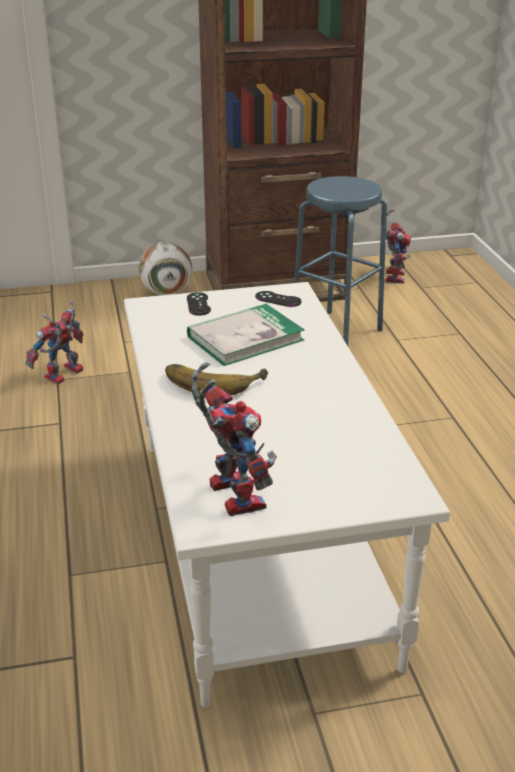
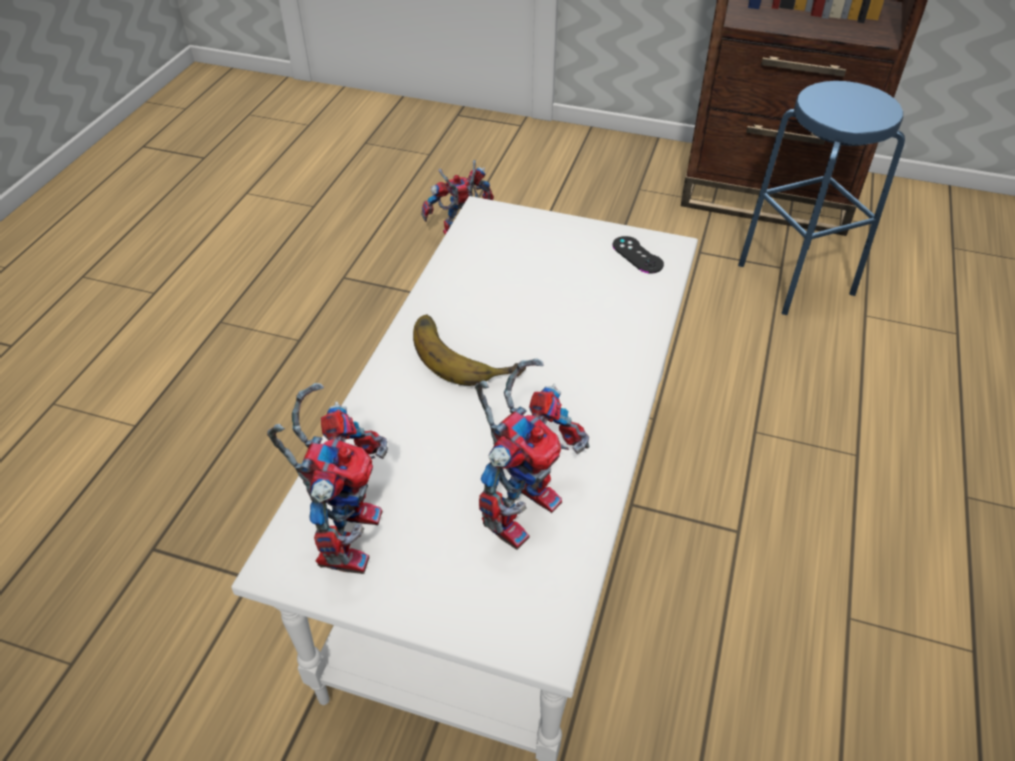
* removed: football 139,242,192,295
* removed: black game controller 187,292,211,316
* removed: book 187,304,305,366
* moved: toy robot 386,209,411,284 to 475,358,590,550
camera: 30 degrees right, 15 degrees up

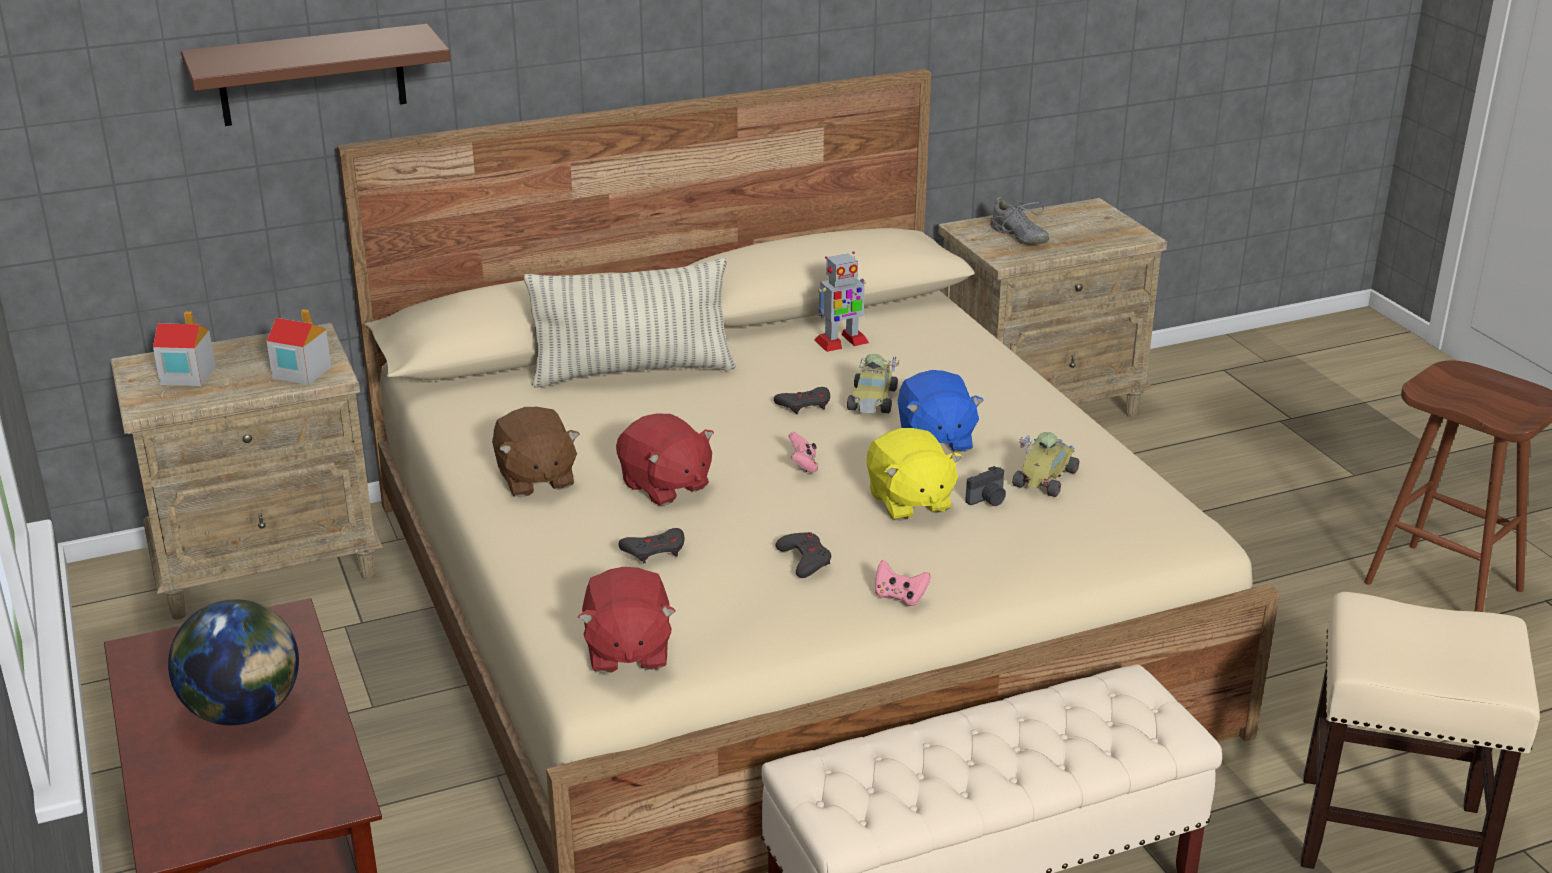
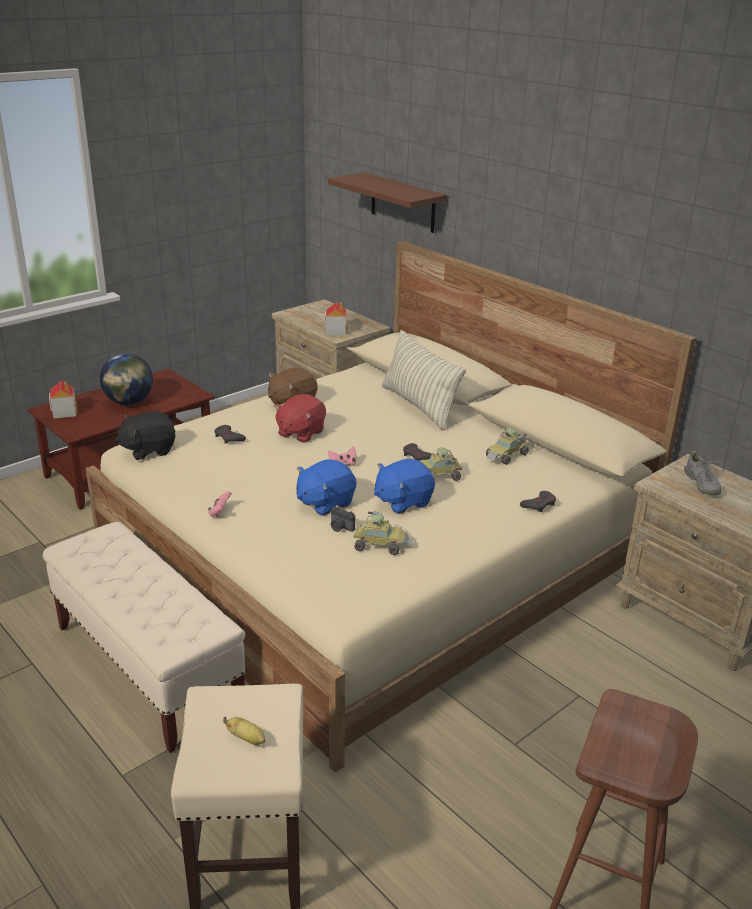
* moved: toy house 153,311,215,386 to 49,381,78,419
* recoloured: red plush toy 578,567,676,673 to black plush toy 115,411,175,460
* moved: grey game controller 776,532,831,578 to 520,491,556,513
* replaced: toy robot 814,251,869,352 to toy car 486,428,529,465
* recoloured: yellow plush toy 866,428,962,521 to blue plush toy 296,459,356,516
* turned: grey shoe 990,197,1049,245 = 684,451,726,495 45 degrees counterclockwise
* added: banana 223,716,265,745
camera: 70 degrees right, 0 degrees up

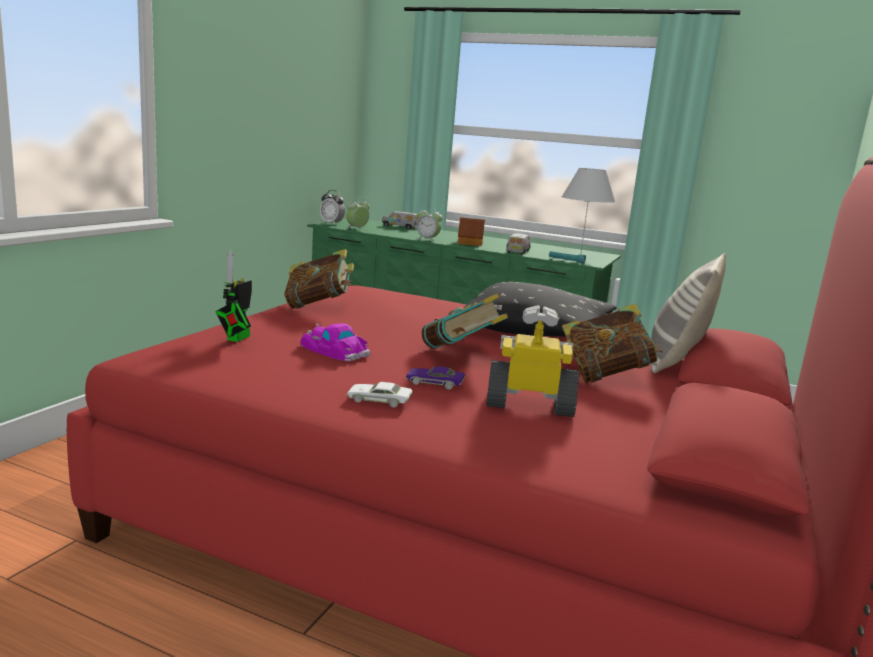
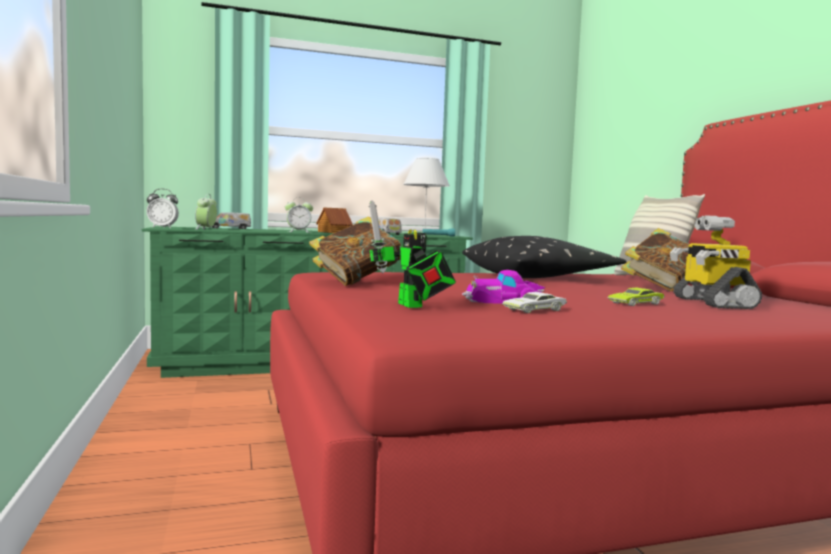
* moved: white toy car 347,382,413,408 to 502,292,567,313
* recoloured: purple toy car 406,366,466,390 to green toy car 608,287,665,306
* removed: book 422,294,508,349
* turned: toy robot 486,305,579,417 = 670,215,762,309 60 degrees counterclockwise
camera: 40 degrees left, 10 degrees down

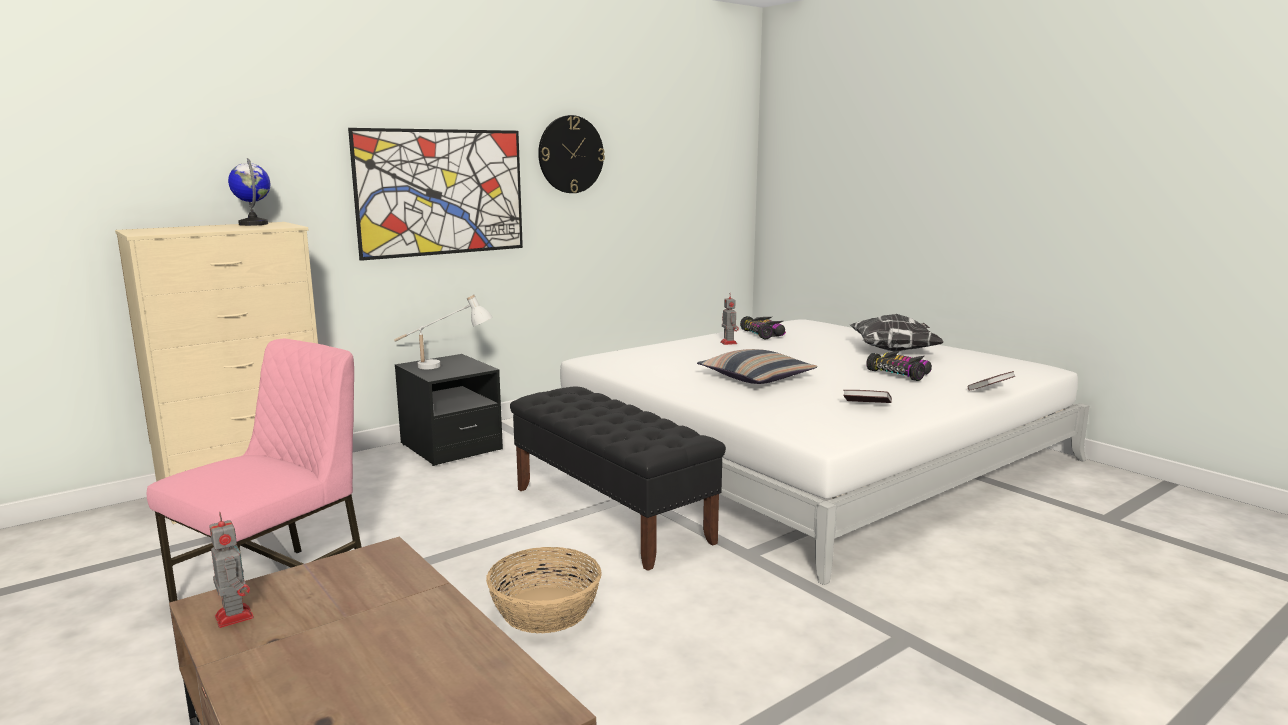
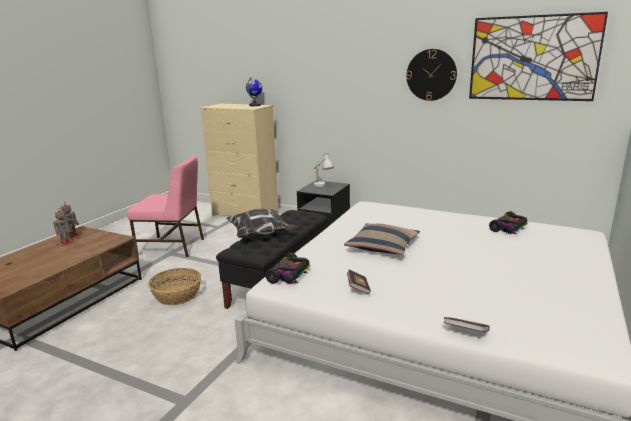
* moved: picture 348,128,523,261 to 469,12,608,101
* moved: toy robot 720,293,739,345 to 53,211,73,245
* moved: pillow 850,314,944,351 to 226,209,297,238
* moved: toy car 866,351,932,381 to 265,253,311,284
camera: 65 degrees right, 5 degrees up

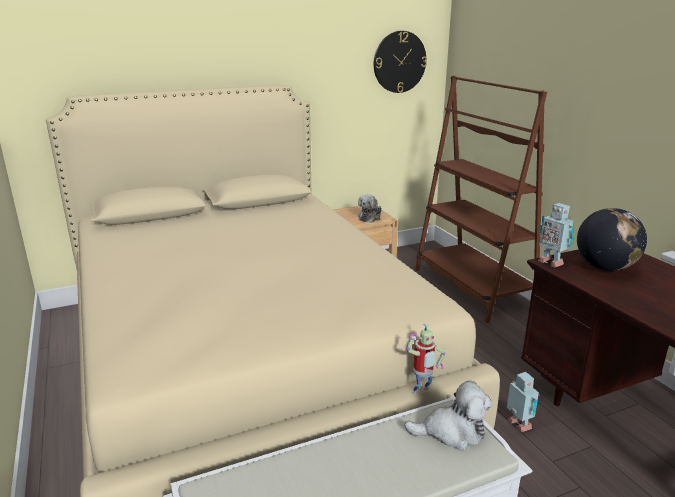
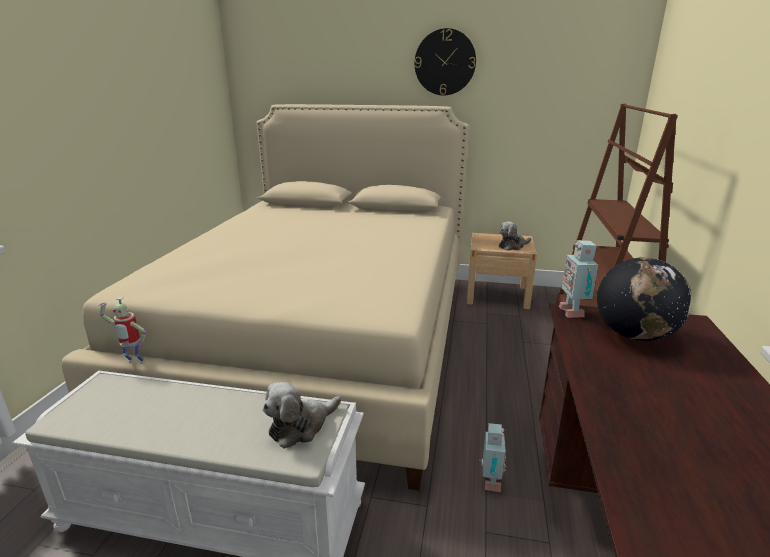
* moved: wall clock 374,31,427,93 to 415,28,476,96
* turned: plush toy 404,381,492,451 = 263,382,341,449 105 degrees clockwise
* moved: toy robot 406,322,445,394 to 98,297,146,364
camera: 35 degrees right, 0 degrees up

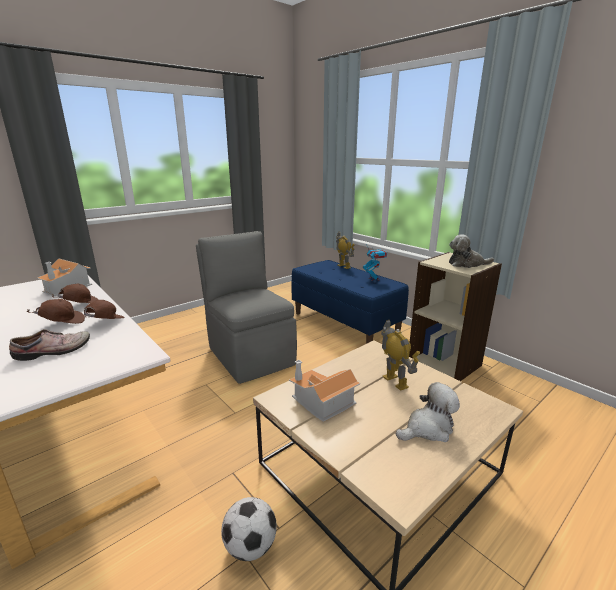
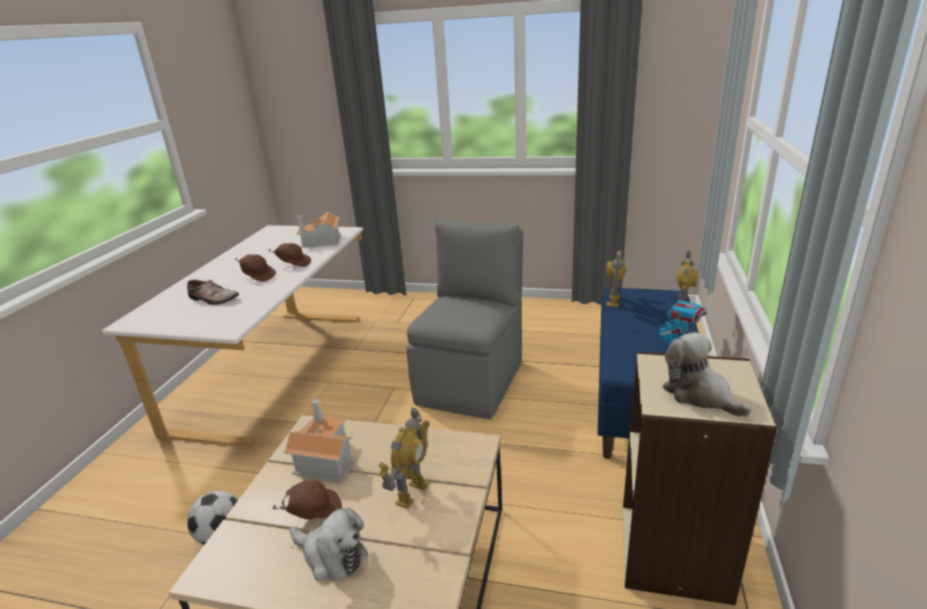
* moved: brown cap 84,300,125,319 to 273,480,342,520
* added: toy robot 606,251,626,307
camera: 55 degrees right, 5 degrees up

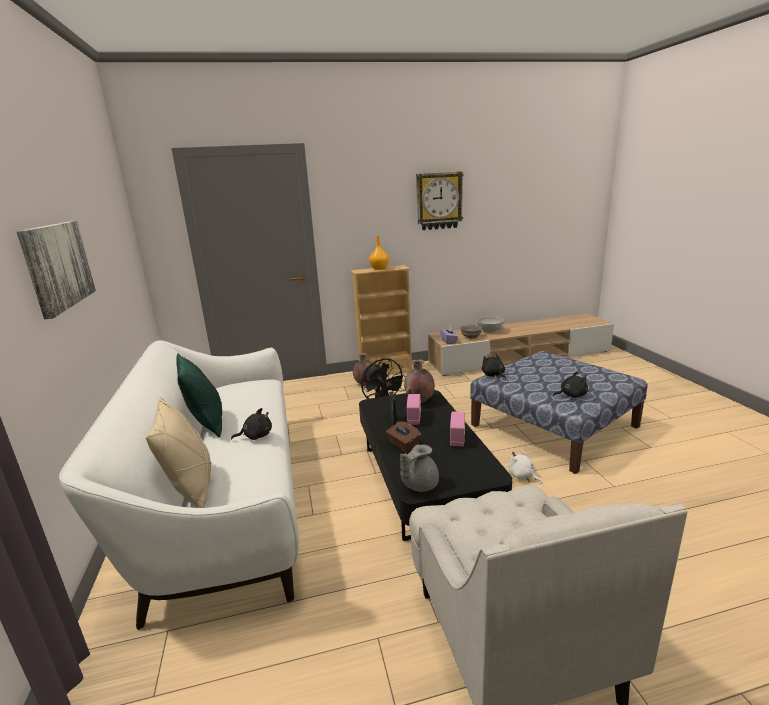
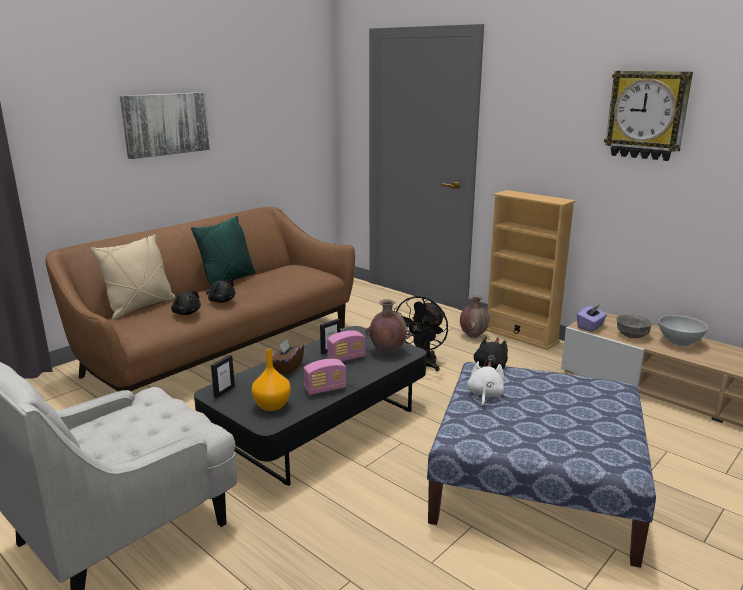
* recoloured: white sofa 59,341,299,630 to brown sofa 45,207,355,391
* moved: orange vase 369,236,389,270 to 252,348,291,411
* replaced: grey teapot 400,444,439,492 to picture frame 211,355,235,398
* moved: white plush toy 508,450,542,484 to 467,361,504,407
* moved: black plush toy 552,371,588,398 to 171,291,201,315
camera: 55 degrees right, 0 degrees up

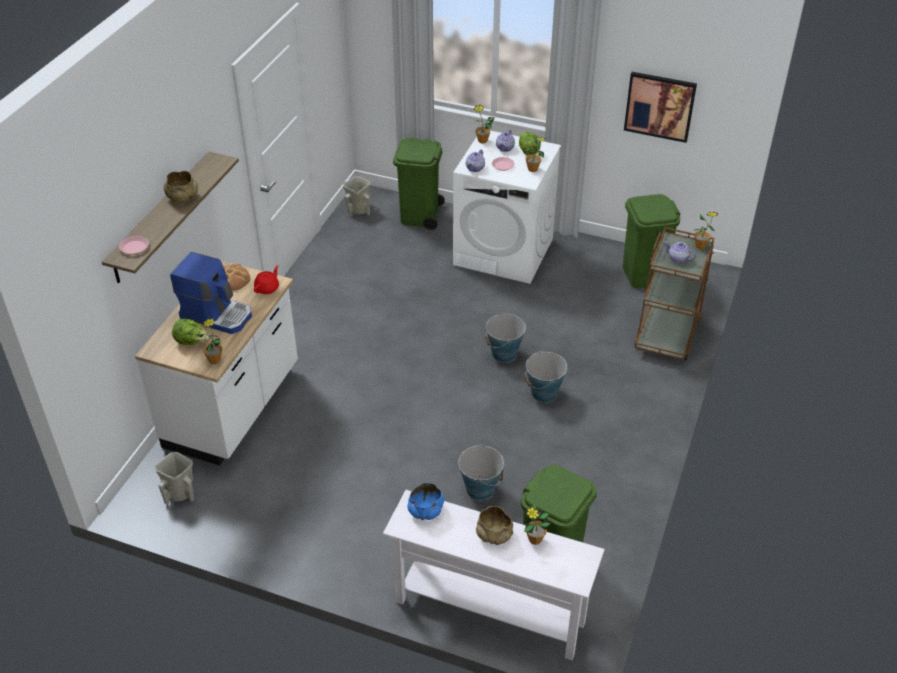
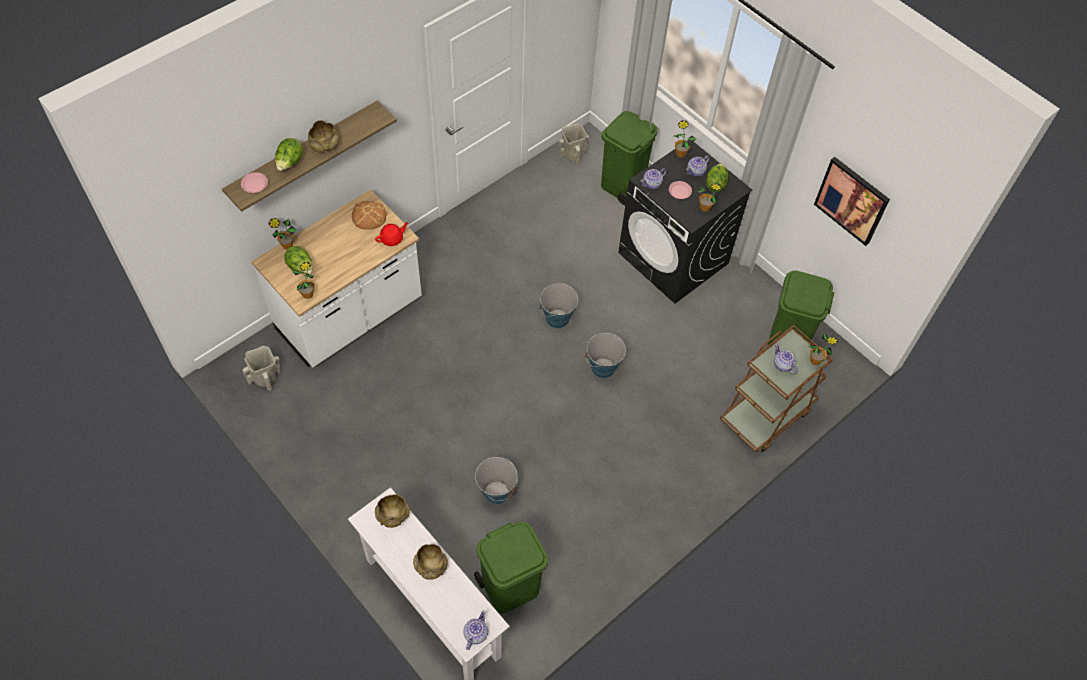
* removed: coffee machine 170,252,252,334
* recoloured: blue bowl 407,483,444,521 to beige bowl 375,494,410,528
* recoloured: white washing machine 453,131,561,284 to black washing machine 618,140,752,304
* moved: potted plant 524,504,550,545 to 268,218,296,250
* moved: bucket 525,351,567,403 to 539,283,578,328
* added: lettuce 275,138,303,171
* added: teapot 463,610,488,650
camera: 25 degrees right, 15 degrees up

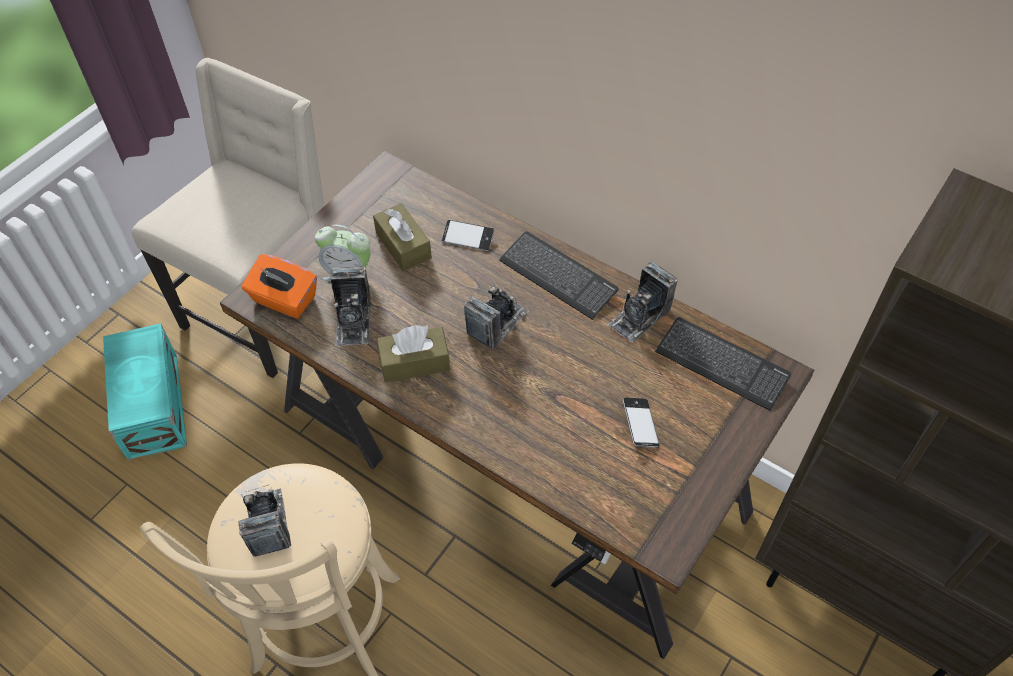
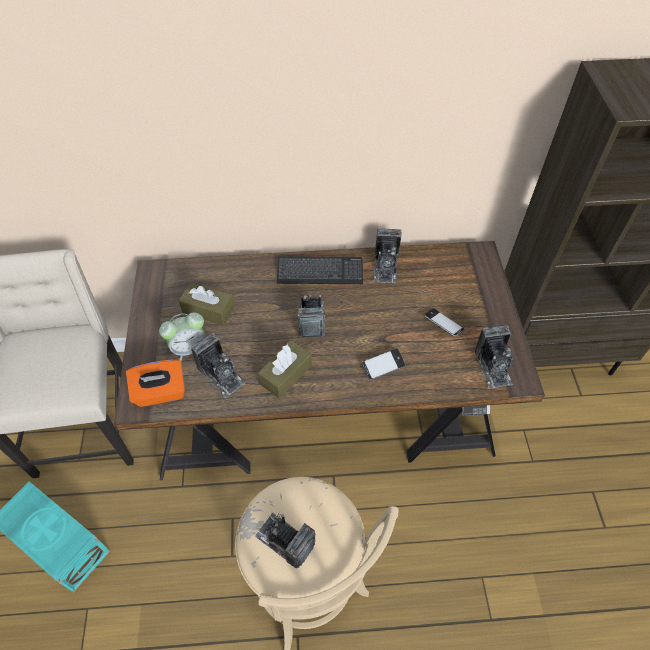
* moved: phone 442,220,494,251 to 362,348,405,380
* removed: keyboard 655,317,791,411
* added: photo camera 475,325,514,389
camera: 40 degrees left, 0 degrees up

